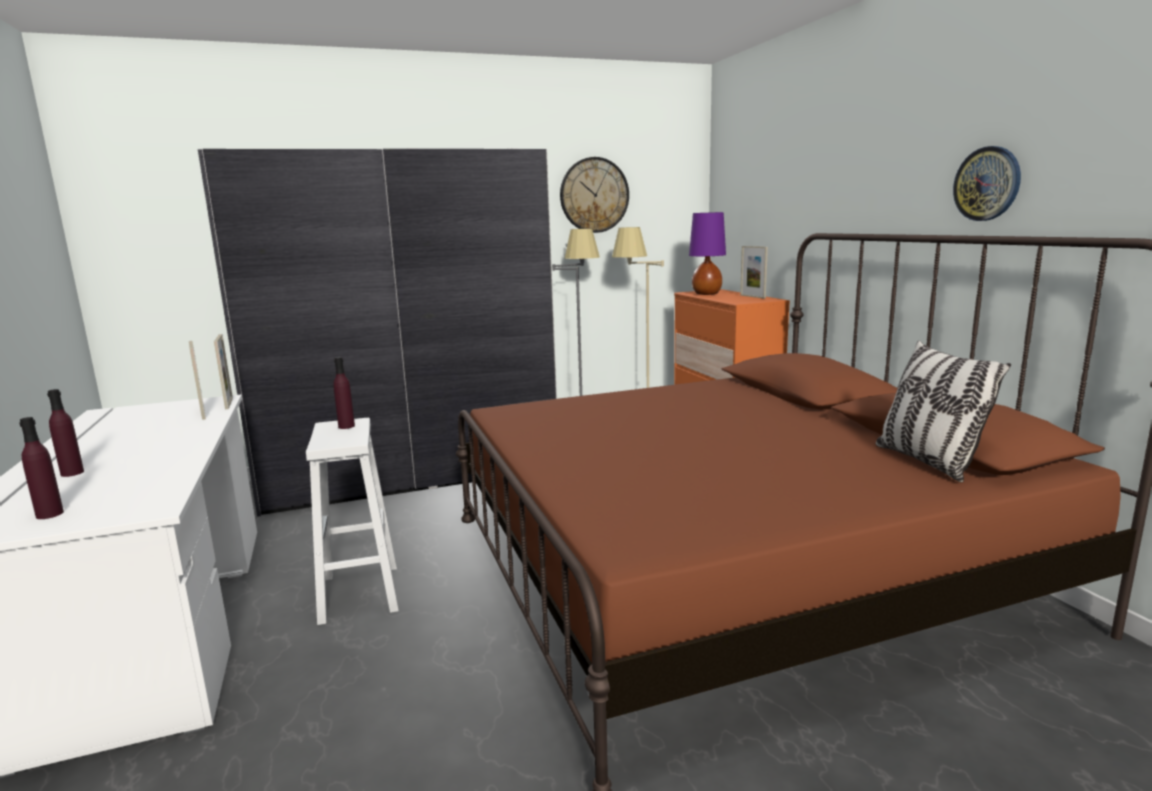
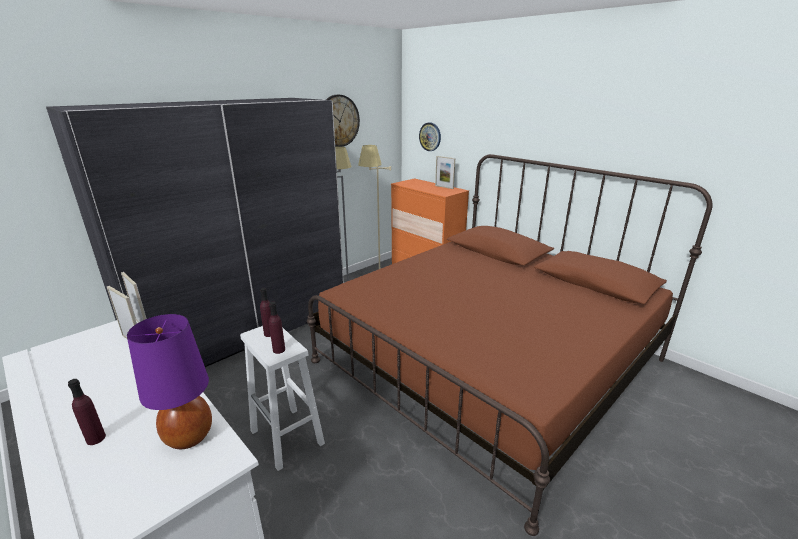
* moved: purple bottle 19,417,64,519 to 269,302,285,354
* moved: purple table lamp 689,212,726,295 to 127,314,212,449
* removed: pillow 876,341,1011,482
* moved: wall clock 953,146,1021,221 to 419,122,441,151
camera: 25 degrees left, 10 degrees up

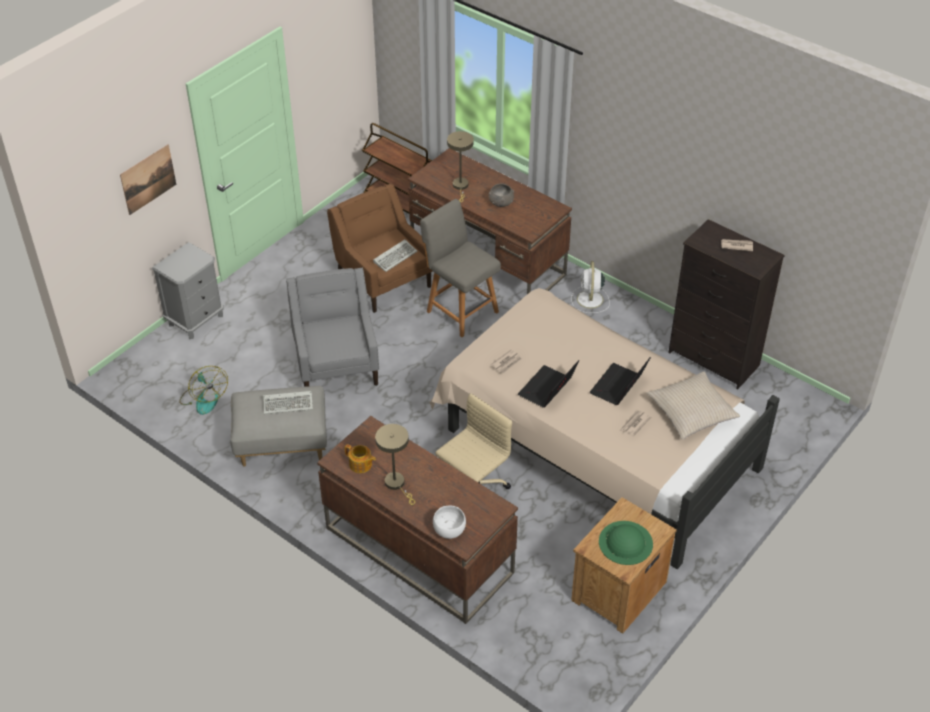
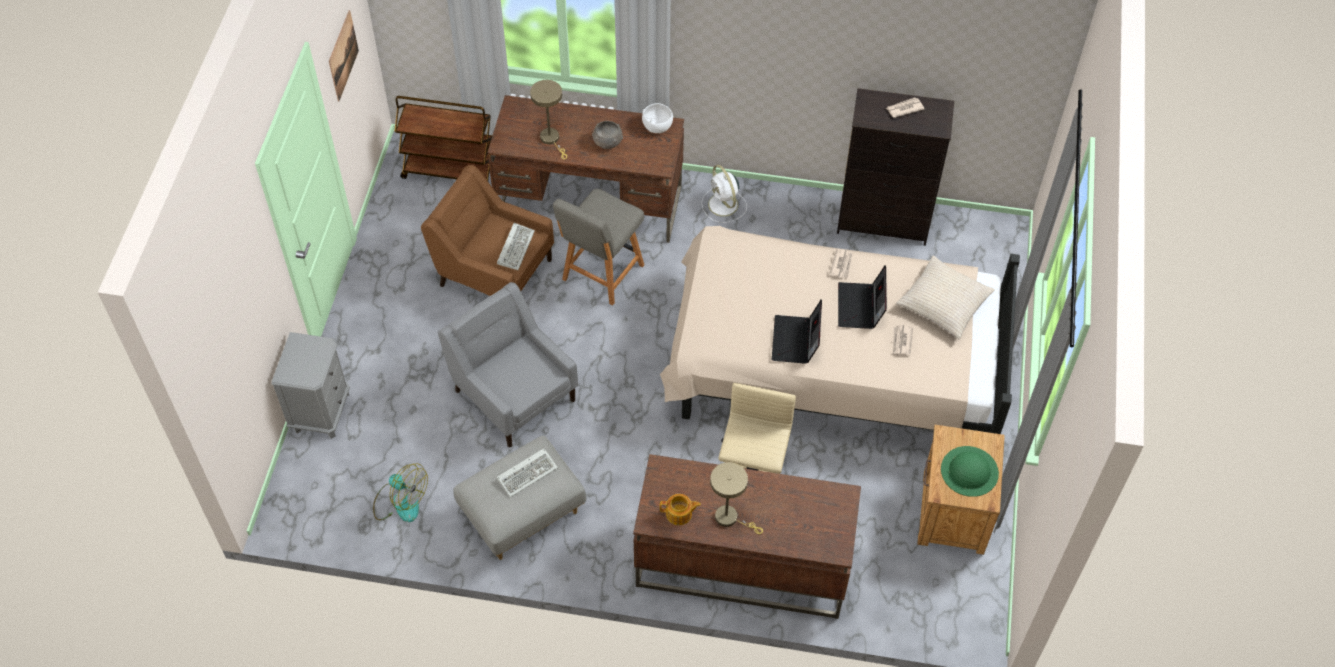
* moved: picture 120,145,176,215 to 329,10,359,101
* turned: grey chair 420,199,501,337 = 553,188,644,306 75 degrees counterclockwise
* moved: white bowl 433,506,466,539 to 642,103,673,133
* moved: newspaper 490,350,523,374 to 829,249,853,279
camera: 30 degrees left, 10 degrees up

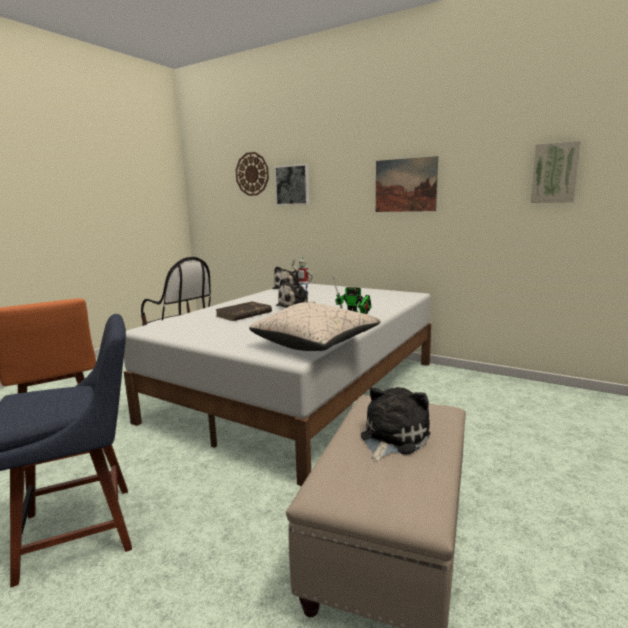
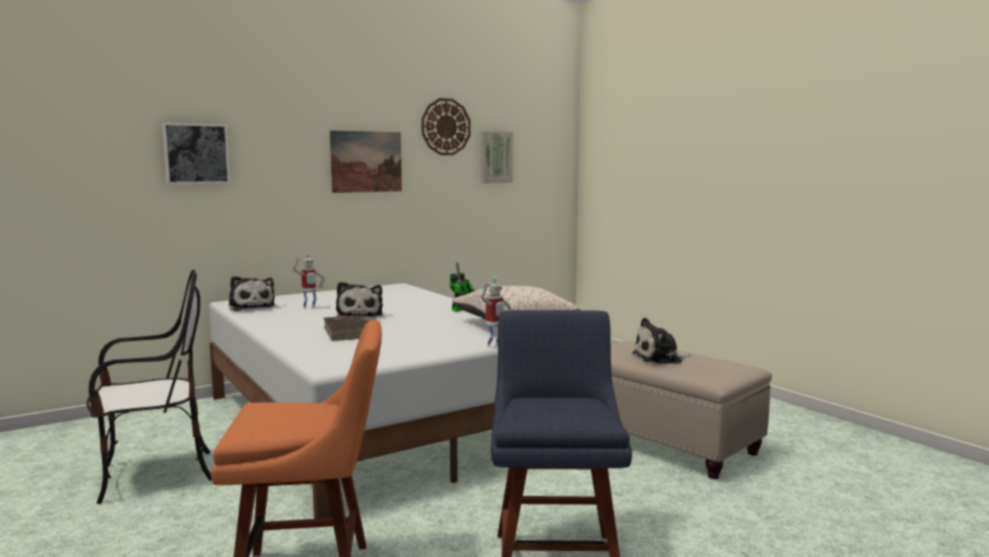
* moved: wall clock 236,152,269,196 to 421,98,471,155
* turned: plush toy 361,387,430,462 = 632,318,691,364 75 degrees counterclockwise
* added: toy robot 481,277,511,347
camera: 65 degrees left, 5 degrees down

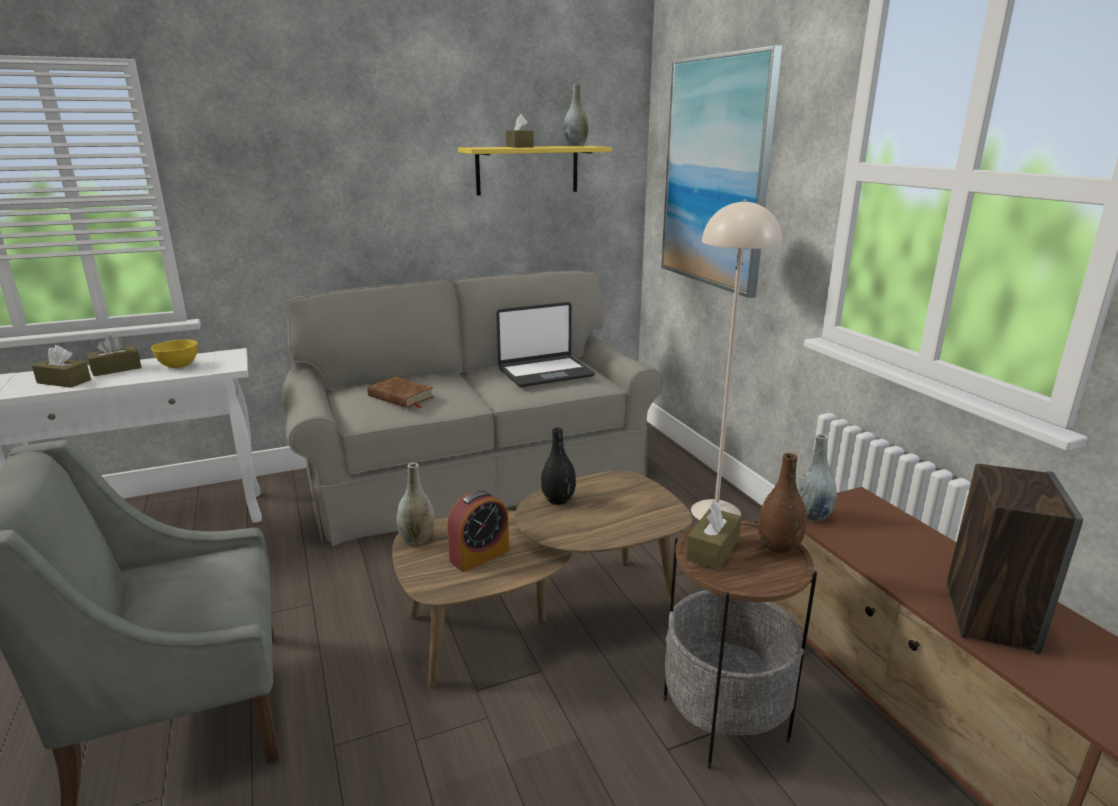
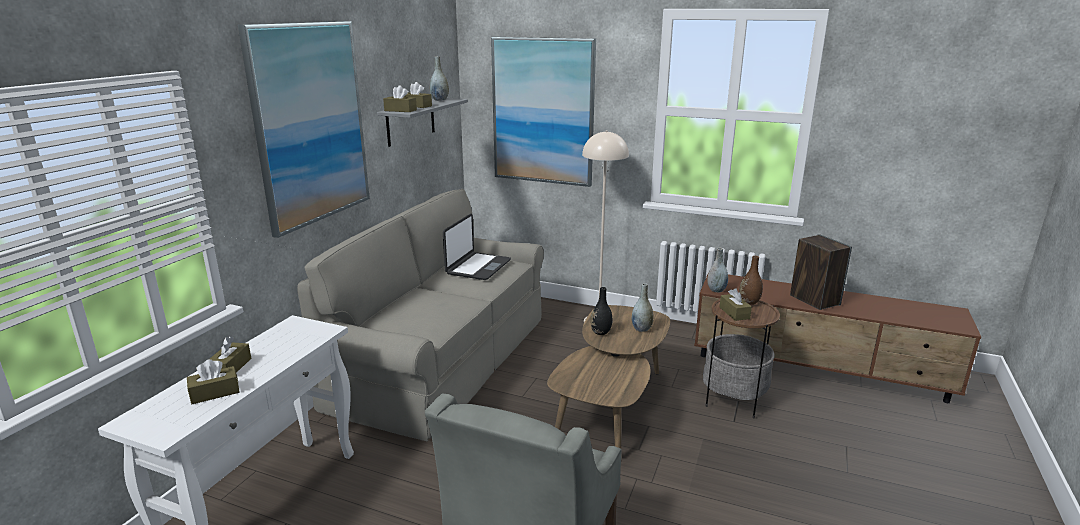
* removed: yellow bowl 151,340,198,368
* removed: brown book 367,377,434,408
* moved: grey vase 397,463,435,545 to 632,283,654,332
* removed: alarm clock 447,490,509,572
* recoloured: yellow shelf 458,146,612,195 to grey shelf 377,98,468,147
* added: picture 238,21,370,238
* added: brown tissue box 383,85,417,112
camera: 45 degrees left, 0 degrees up

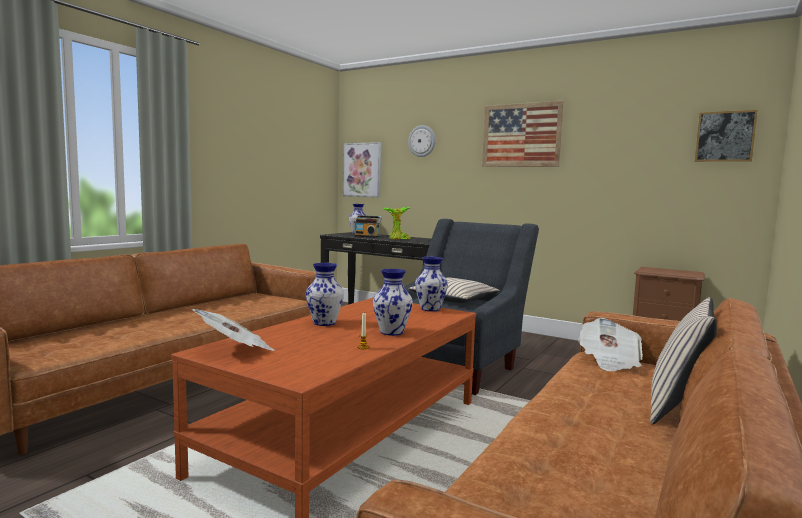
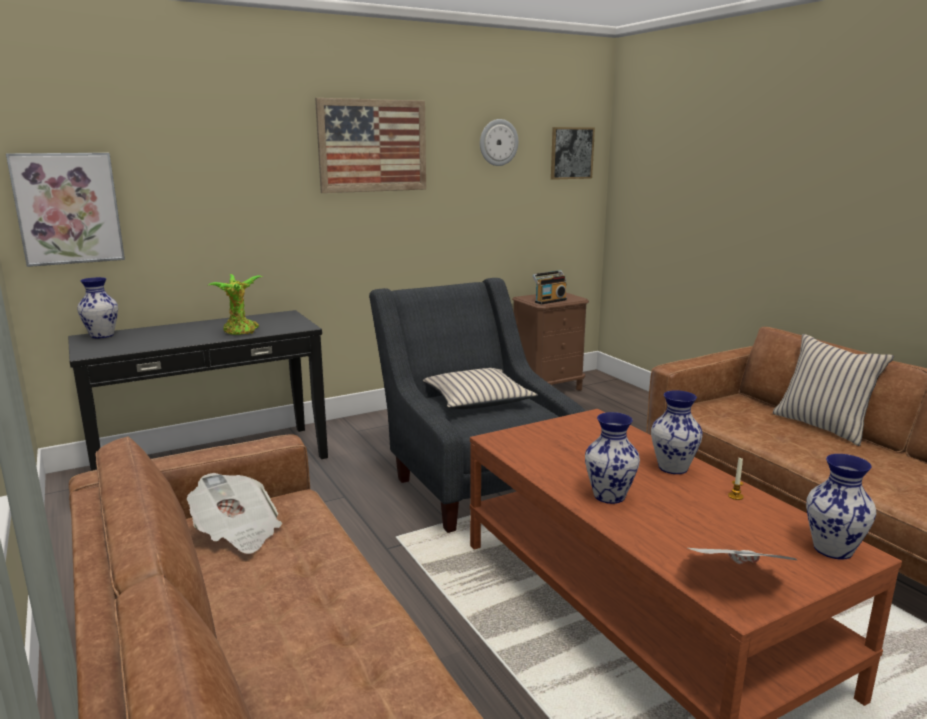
* moved: radio 354,215,382,238 to 532,270,567,304
* moved: wall clock 408,125,436,157 to 480,119,518,166
* moved: vase 415,257,448,311 to 806,454,876,560
* moved: newspaper 578,318,643,371 to 187,473,282,554
camera: 60 degrees left, 10 degrees up

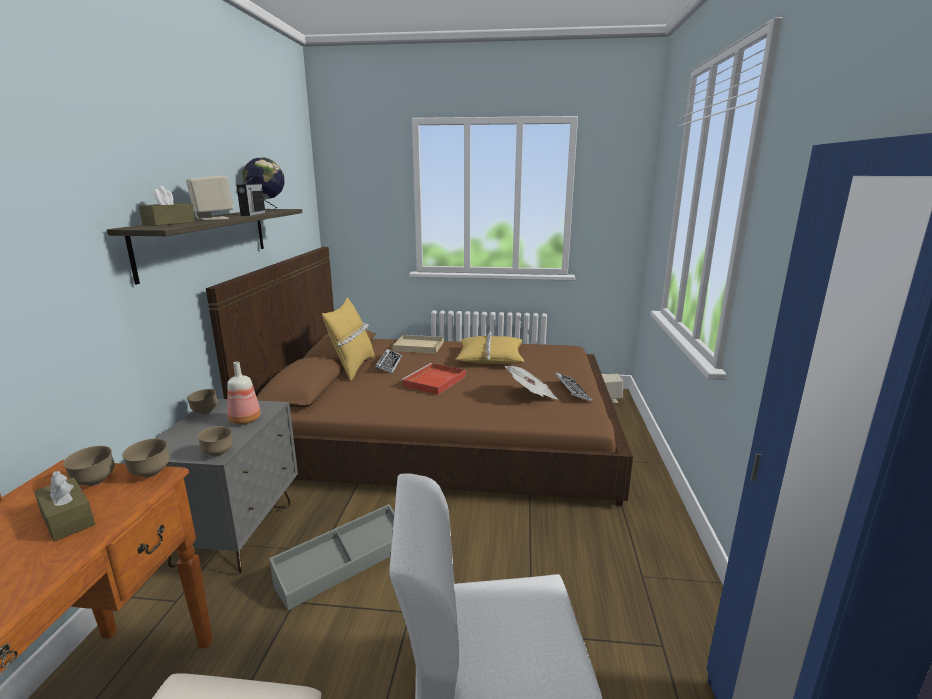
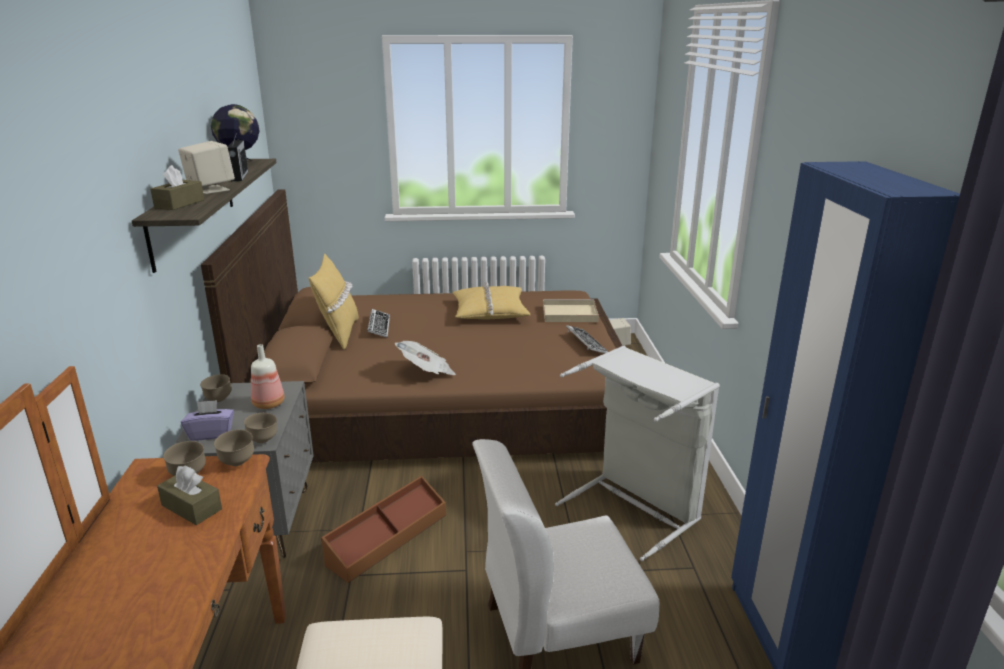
* recoloured: grey storage box 269,504,394,610 to brown storage box 321,476,446,583
* moved: beige tray 393,335,444,354 to 543,299,599,322
* removed: red tray 401,363,466,395
* moved: newspaper 505,366,558,399 to 395,341,456,375
* added: purple tissue box 181,400,234,441
* added: grey laundry basket 555,345,720,561
camera: 10 degrees left, 5 degrees up

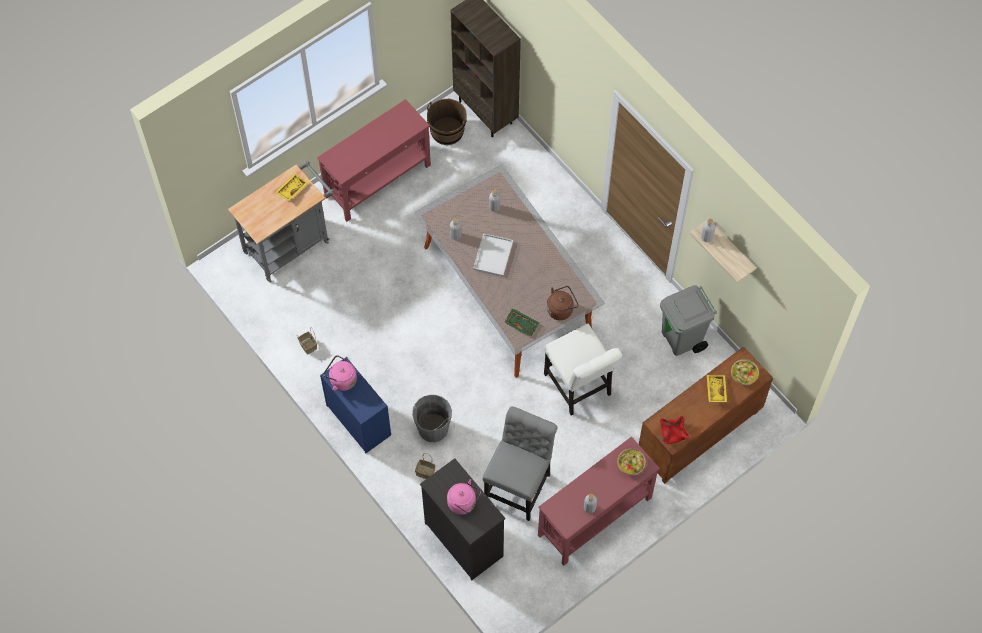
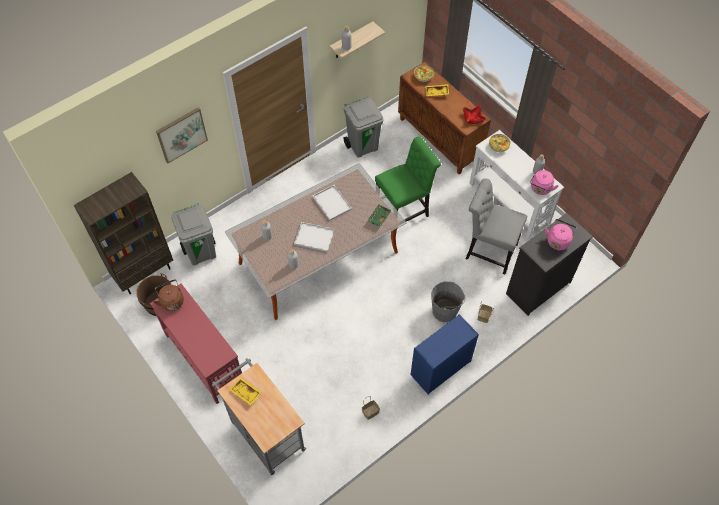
* moved: pink kettle 323,355,357,391 to 530,170,558,195
* recoloured: red console table 538,437,660,566 to white console table 469,130,564,239
* recoloured: white chair 544,323,622,416 to green chair 375,136,441,222
* moved: brown kettle 547,286,579,320 to 153,280,184,311
* added: picture 156,107,208,163
* added: grey trash can 171,203,216,266
* added: white tray 312,185,352,221
camera: 90 degrees left, 5 degrees down

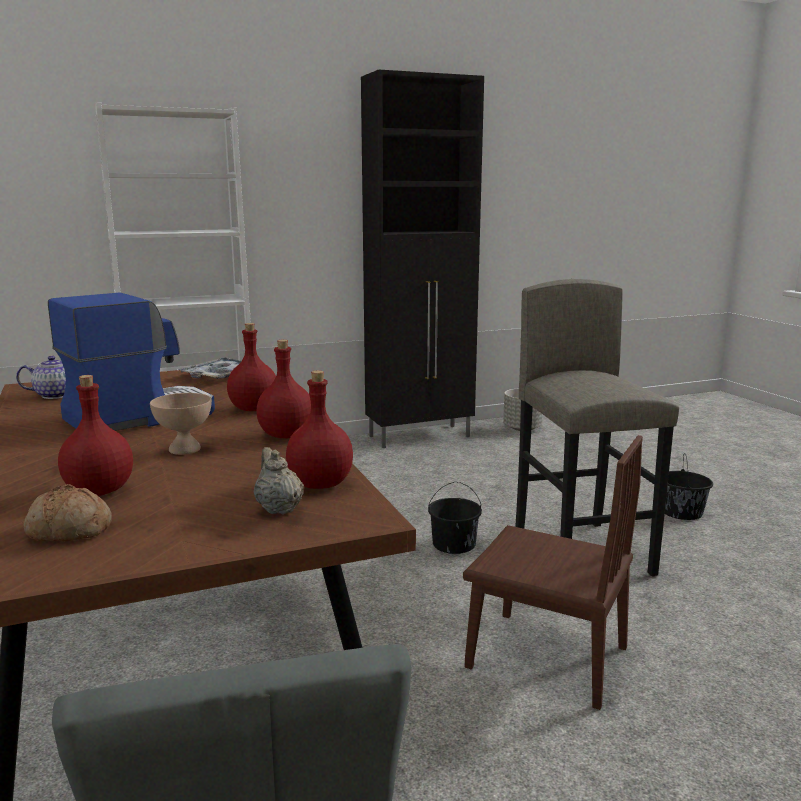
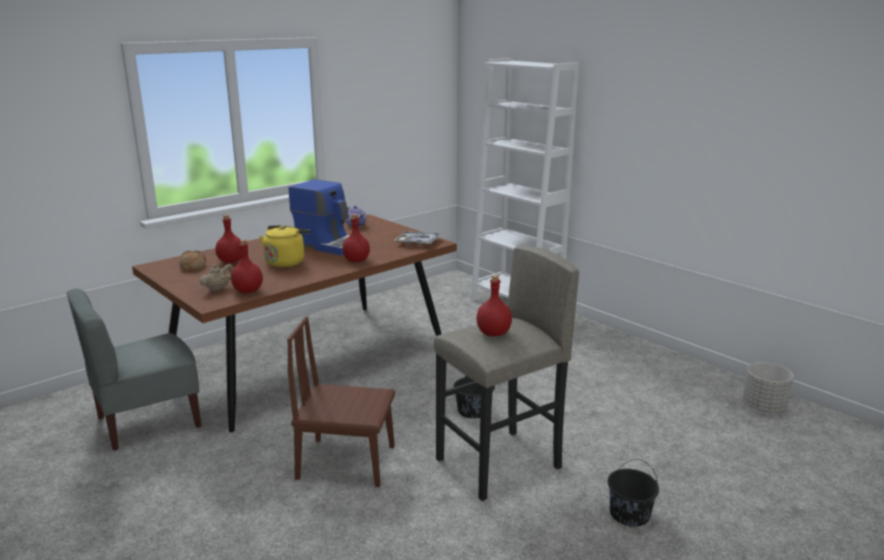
* replaced: beige bowl 150,393,212,455 to yellow kettle 259,225,310,267
* moved: red bottle 257,339,311,439 to 476,275,512,336
* removed: black cabinet 361,70,484,448
* turned: brown chair 463,435,643,710 = 287,316,395,487 90 degrees clockwise
camera: 70 degrees right, 5 degrees up

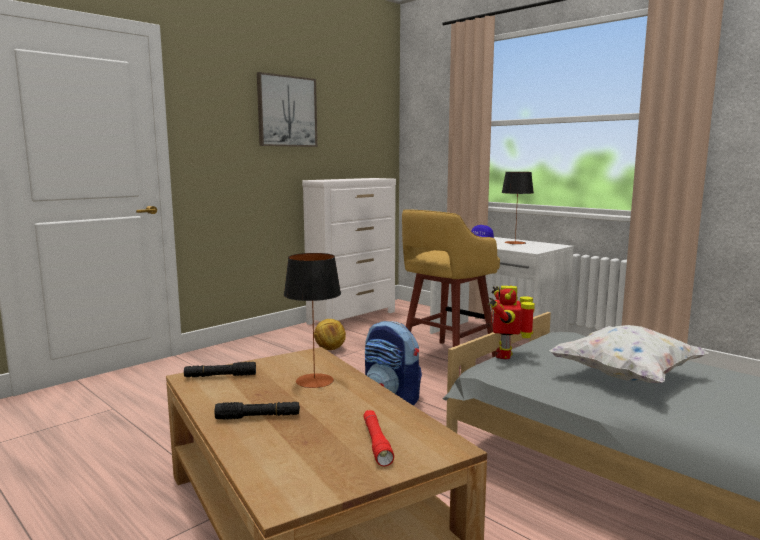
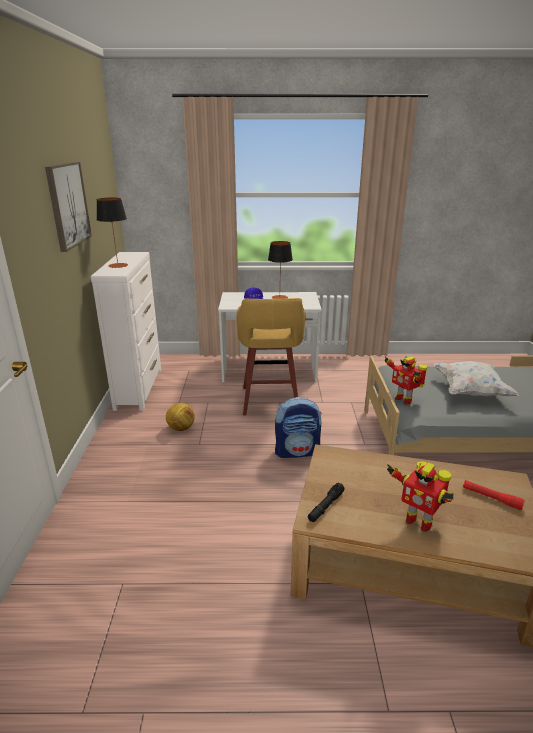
* replaced: black flashlight 215,402,300,420 to toy robot 387,461,454,532
* moved: table lamp 284,253,341,388 to 97,198,128,268
camera: 45 degrees left, 15 degrees up

